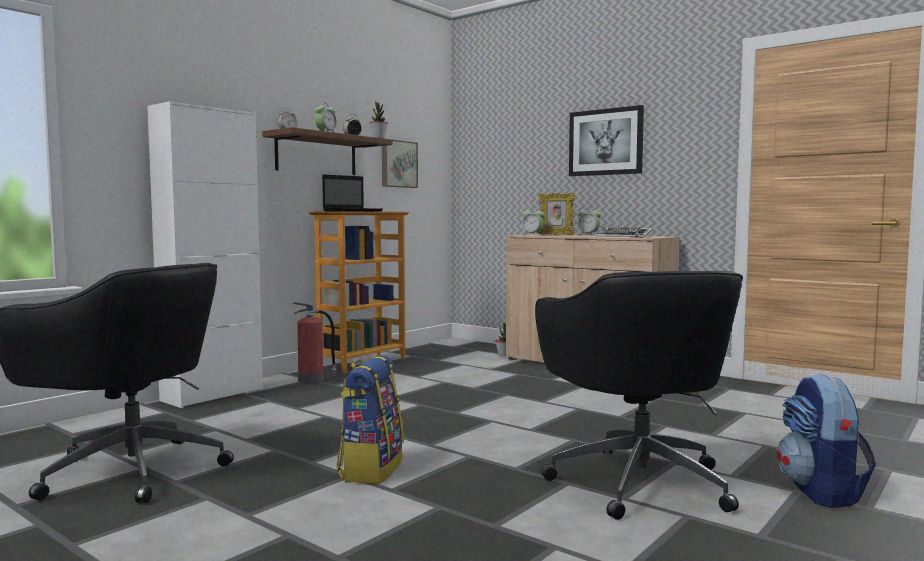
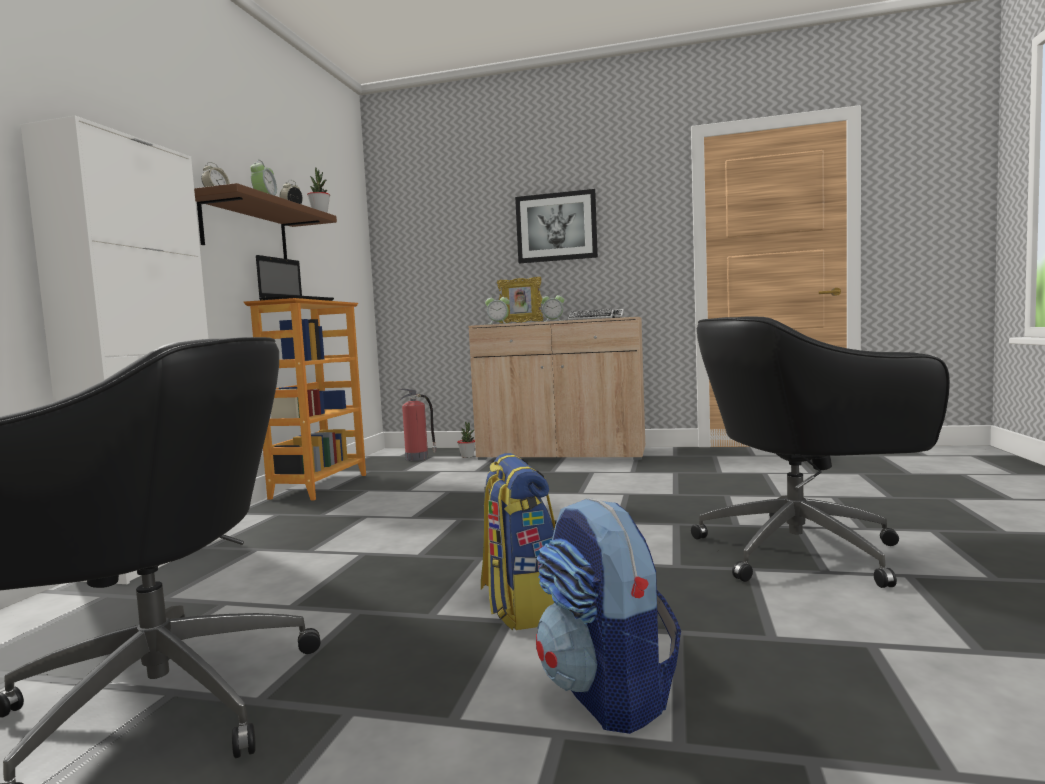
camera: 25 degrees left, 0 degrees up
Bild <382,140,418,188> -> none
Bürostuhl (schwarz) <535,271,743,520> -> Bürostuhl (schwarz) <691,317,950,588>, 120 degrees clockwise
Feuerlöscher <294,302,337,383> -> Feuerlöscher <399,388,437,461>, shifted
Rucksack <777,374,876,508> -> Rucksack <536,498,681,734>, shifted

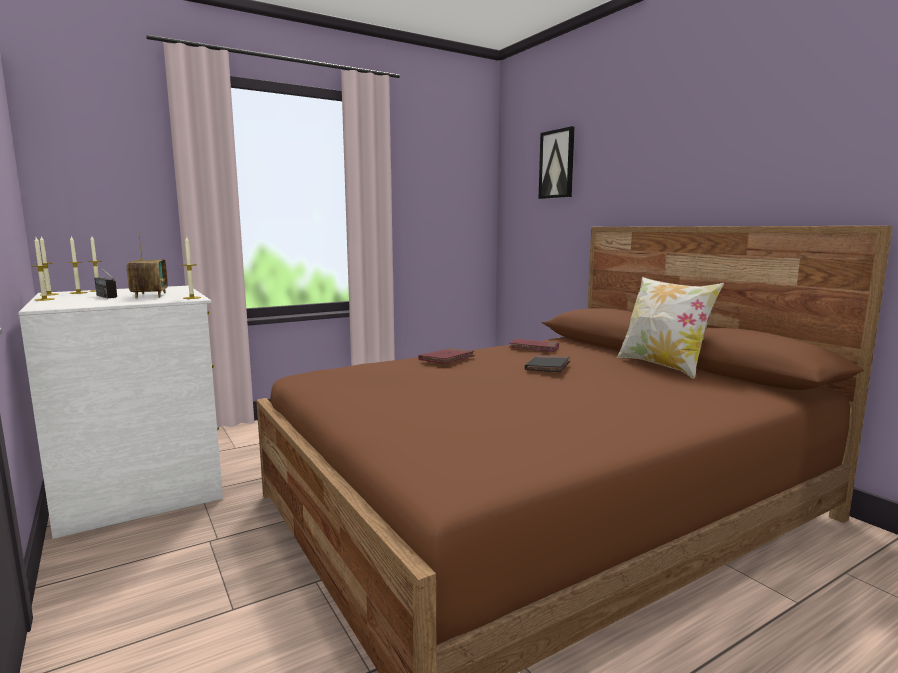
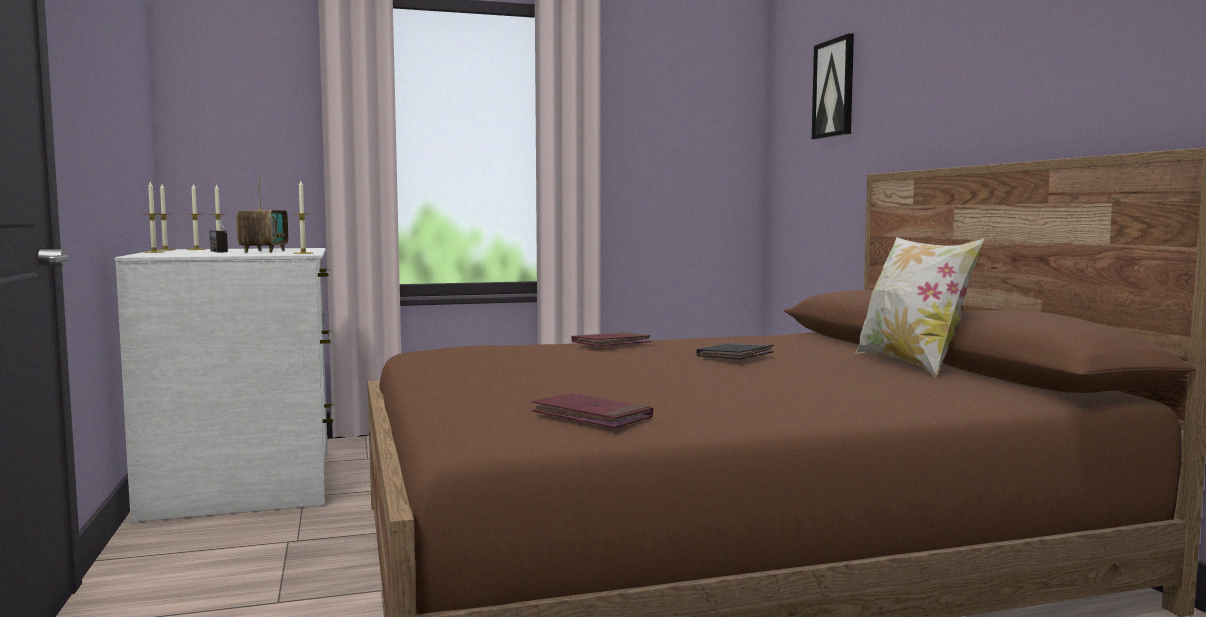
camera: 15 degrees right, 5 degrees down
Buch (rot) <509,339,559,352> -> Buch (rot) <532,393,653,428>, shifted

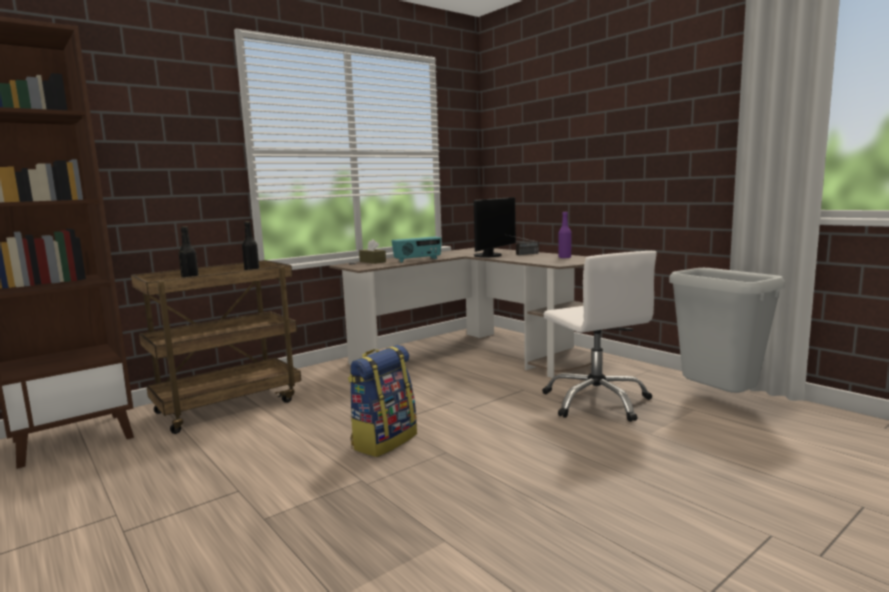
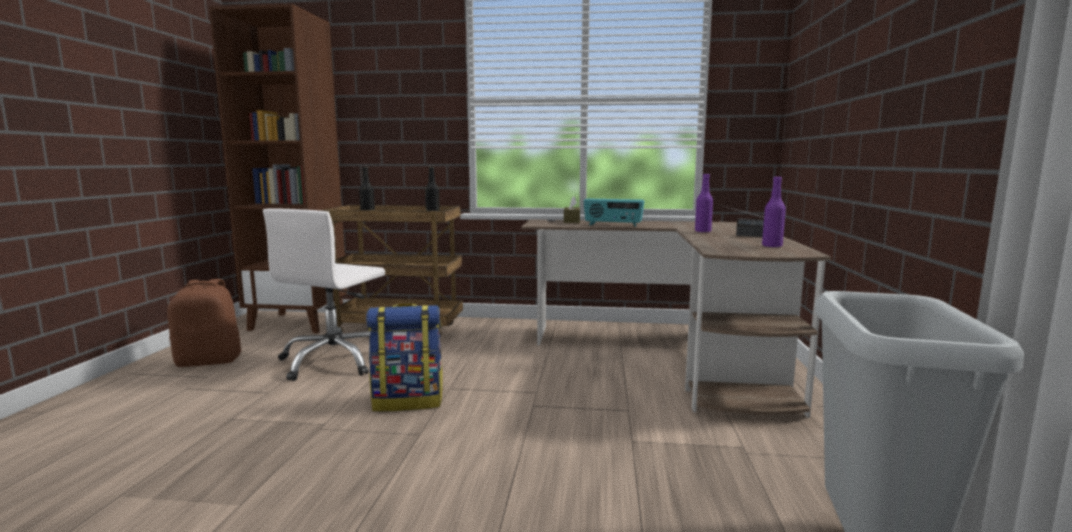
camera: 45 degrees right, 0 degrees up
Monitor <474,197,516,257> -> Flasche (lila) <695,174,713,232>
Bürostuhl (weiß) <542,251,657,422> -> Bürostuhl (weiß) <263,208,385,381>, shifted
none -> Rucksack (braun) <167,279,241,367>

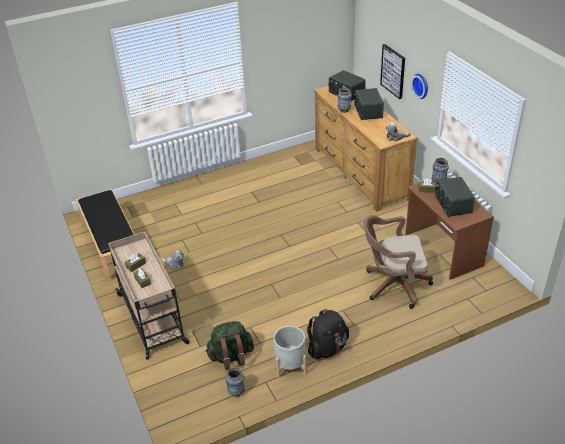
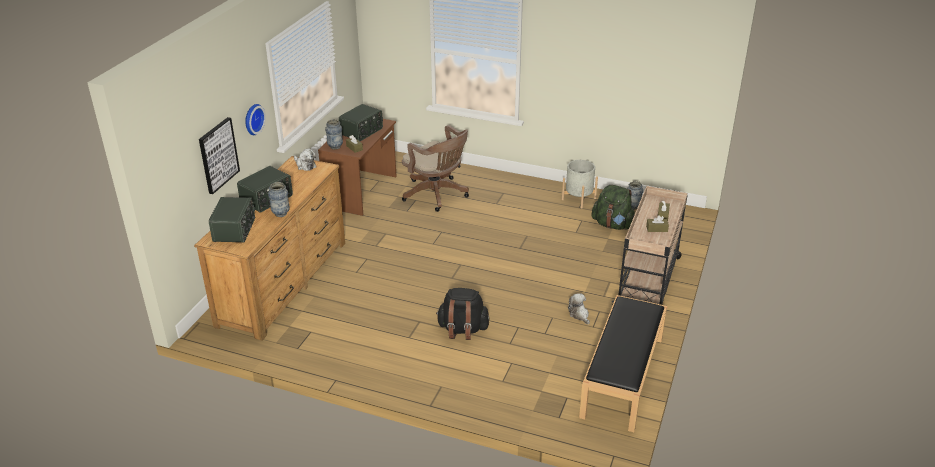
camera: 135 degrees left, 5 degrees down
Rucksack (schwarz) <307,309,349,360> -> Rucksack (schwarz) <436,288,490,340>, shifted

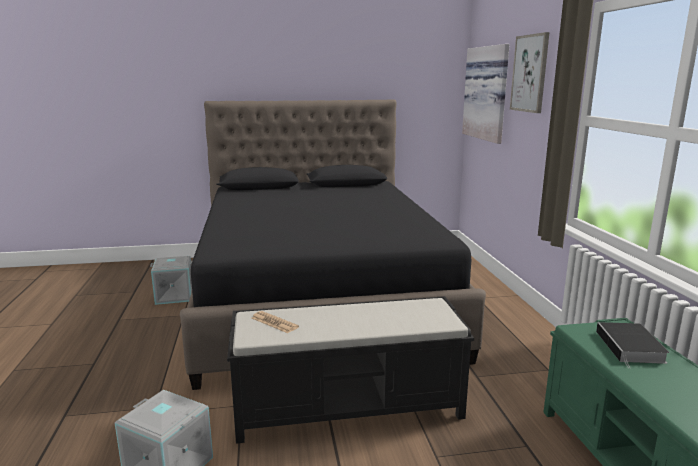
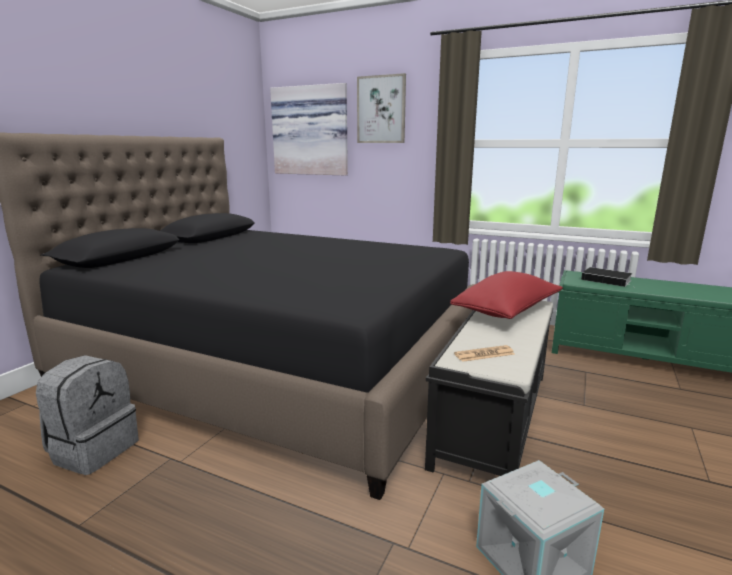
camera: 55 degrees left, 0 degrees up
Aufbewahrungsbox (grau) <150,256,192,305> -> Rucksack (grau) <36,355,139,475>
none -> Kissen (rot) <450,271,563,319>

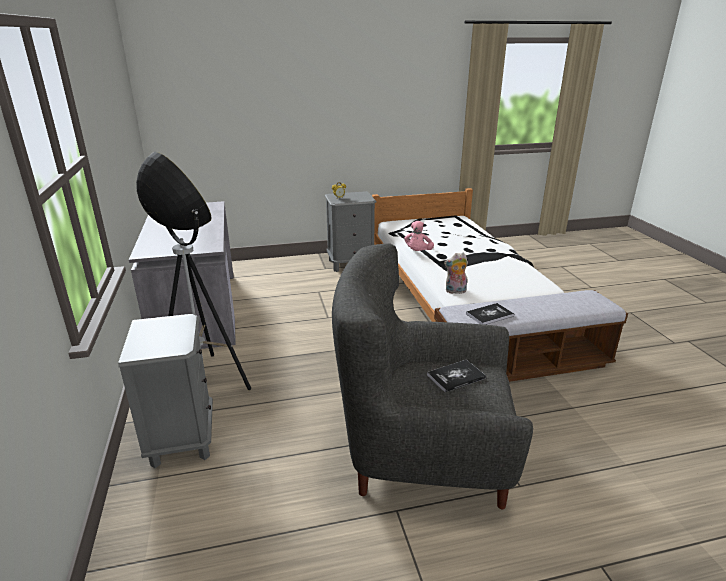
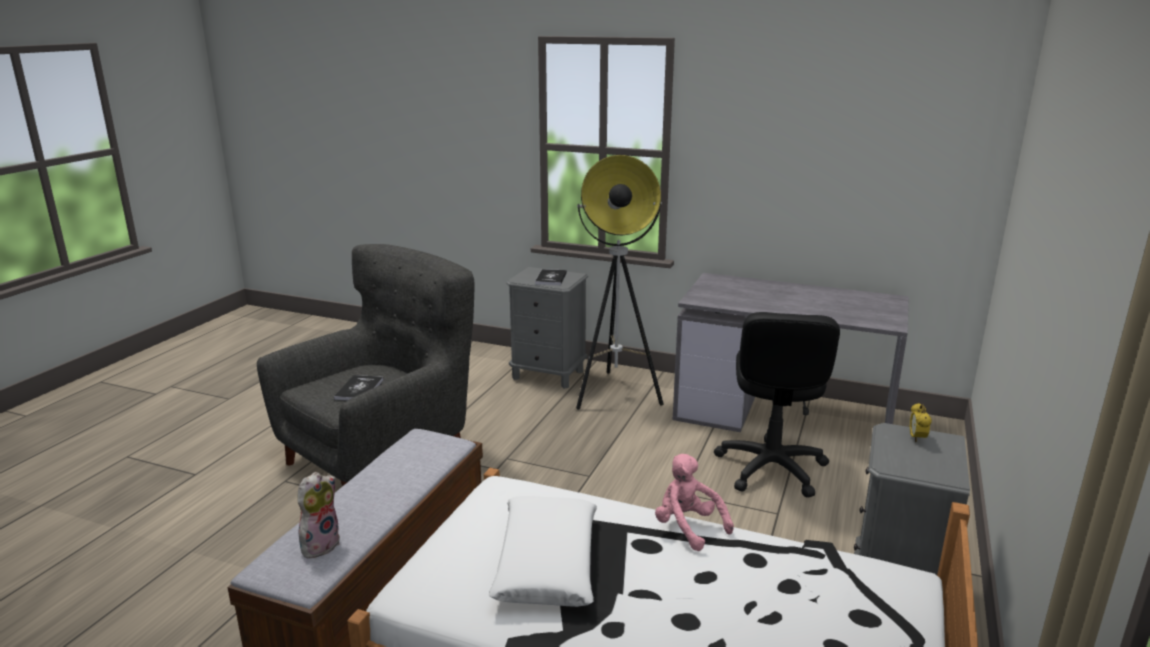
camera: 125 degrees right, 5 degrees down
Plüschtier <444,253,468,294> -> Plüschtier <297,472,340,559>, shifted
Buch <466,303,514,325> -> Buch <535,269,567,285>, shifted
none -> Bürostuhl (schwarz) <714,312,840,498>
none -> Kissen (weiß) <488,496,597,607>

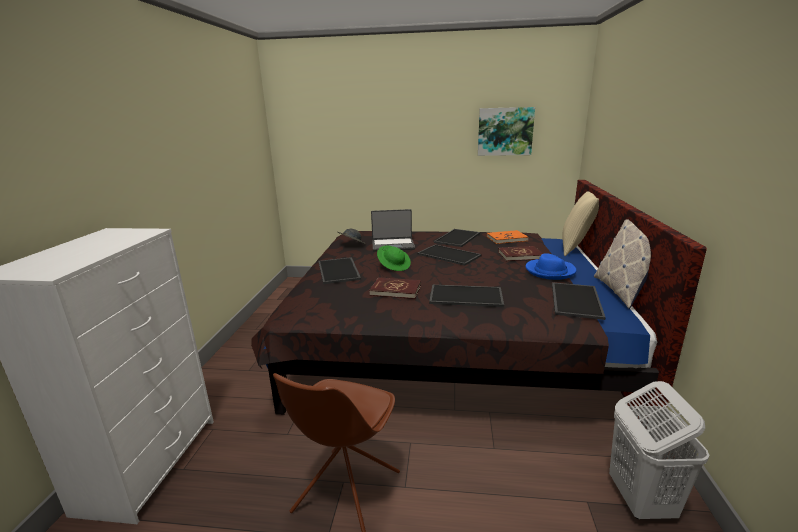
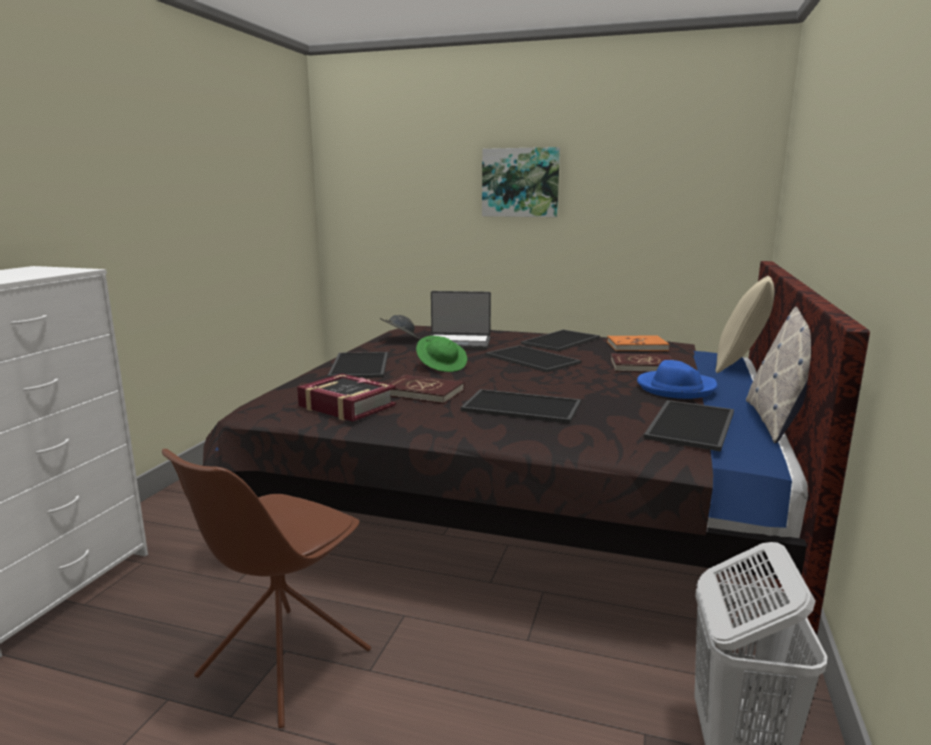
camera: 10 degrees right, 5 degrees down
Bild <478,107,535,156> -> Bild <482,147,560,217>, shifted
none -> Buch <297,374,396,421>

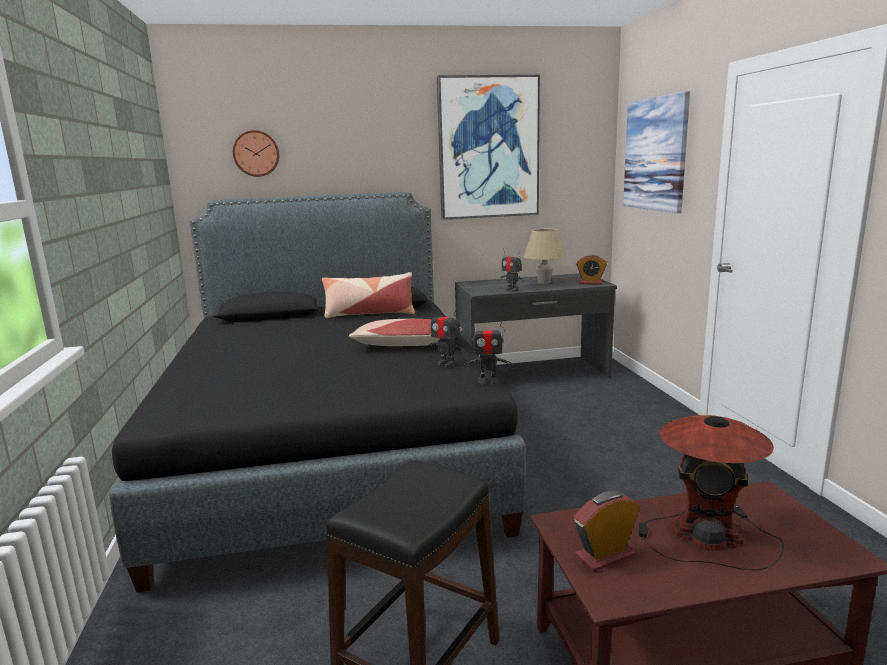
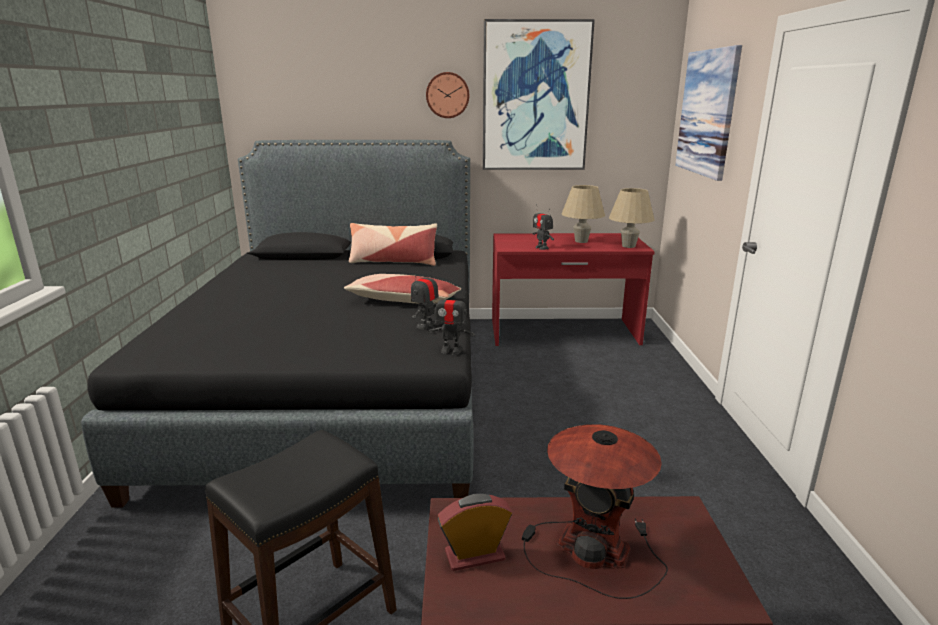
camera: 10 degrees right, 5 degrees up
Wanduhr <233,130,279,177> -> Wanduhr <426,72,469,118>, shifted
Wecker <576,254,607,285> -> Tischlampe (beige) <609,188,655,248>
Schreibtisch (grau) <455,273,617,378> -> Schreibtisch (rot) <492,233,655,346>
Spielzeugroboter <429,305,465,367> -> Spielzeugroboter <411,266,439,330>, 75 degrees clockwise

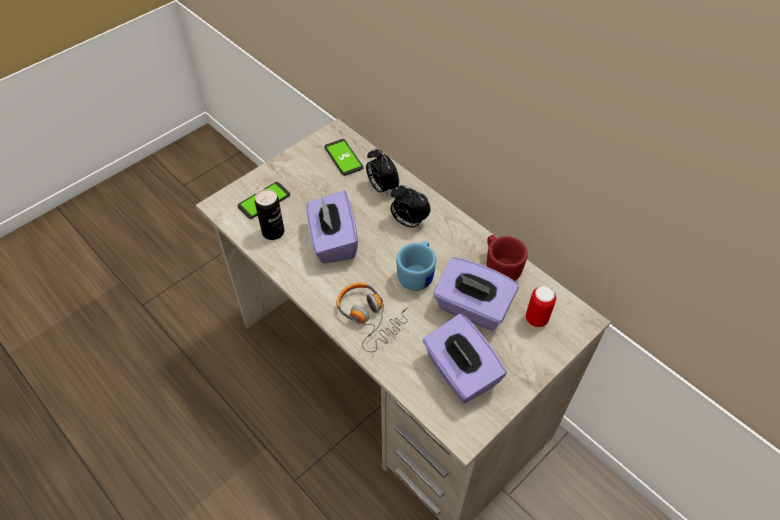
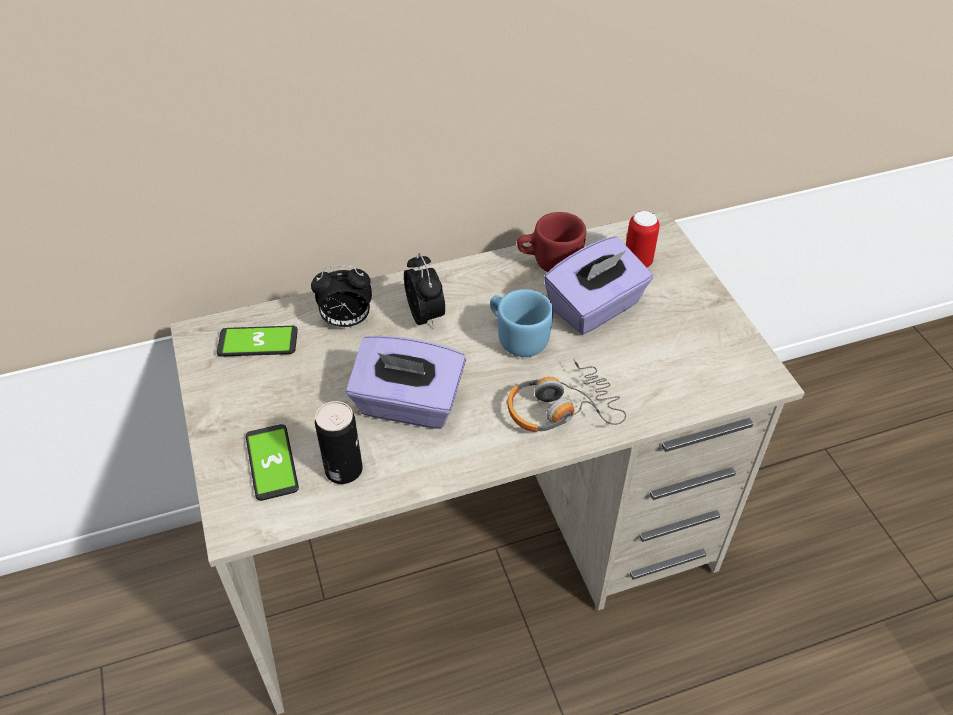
camera: 65 degrees left, 5 degrees down
Wecker <390,185,431,229> -> Wecker <404,253,445,329>, 75 degrees counterclockwise
Taschentuchbox (lila) <423,314,507,403> -> none

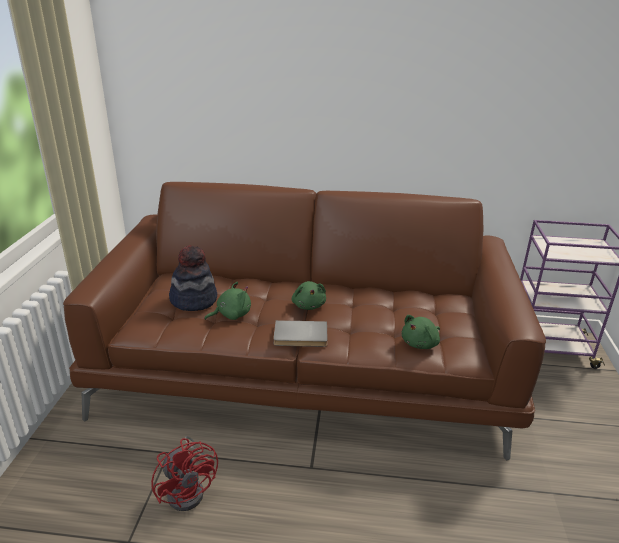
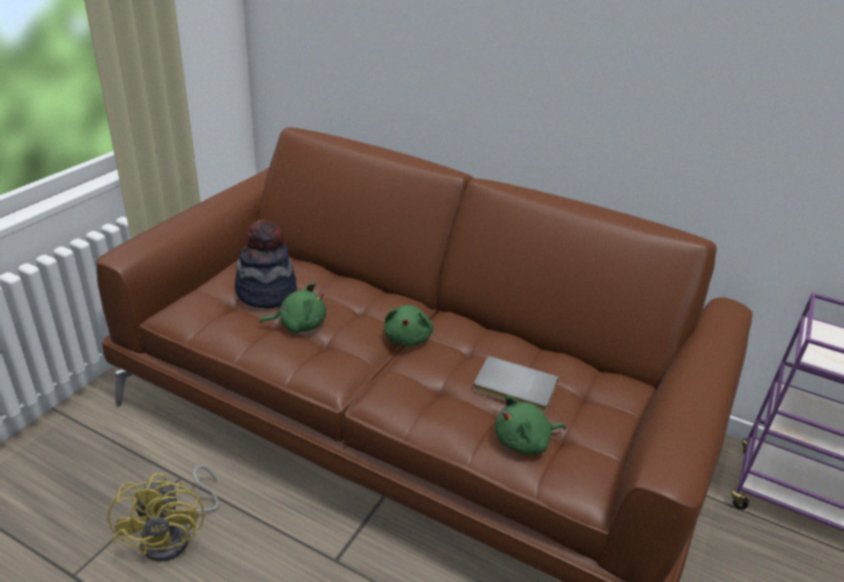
camera: 20 degrees right, 5 degrees up
Buch (grau) <273,320,328,347> -> Buch (grau) <473,356,559,413>, shifted
Ventilator (rot) <151,436,218,511> -> Ventilator (gelb) <108,465,219,562>

